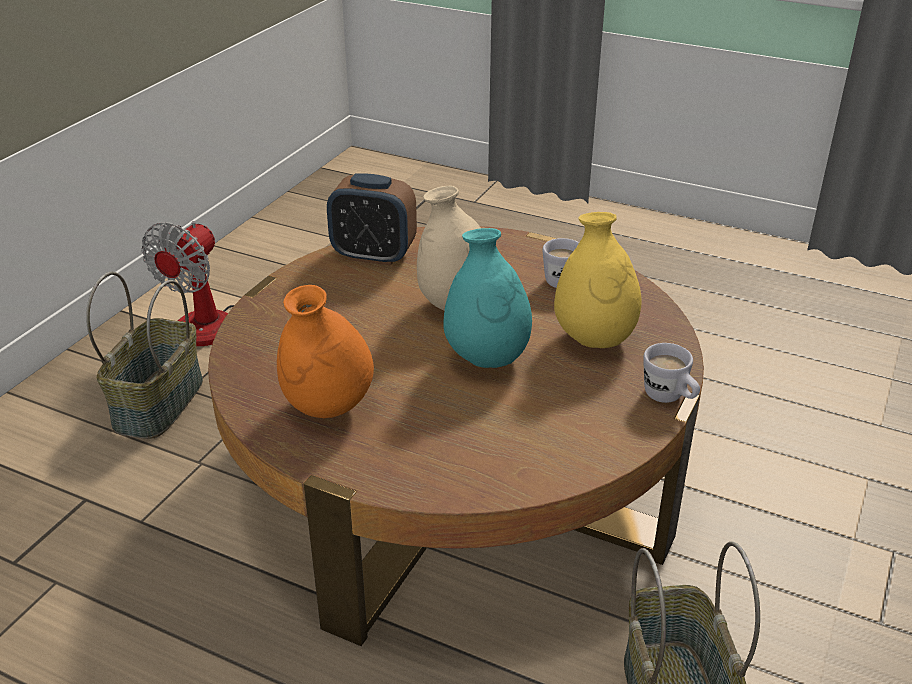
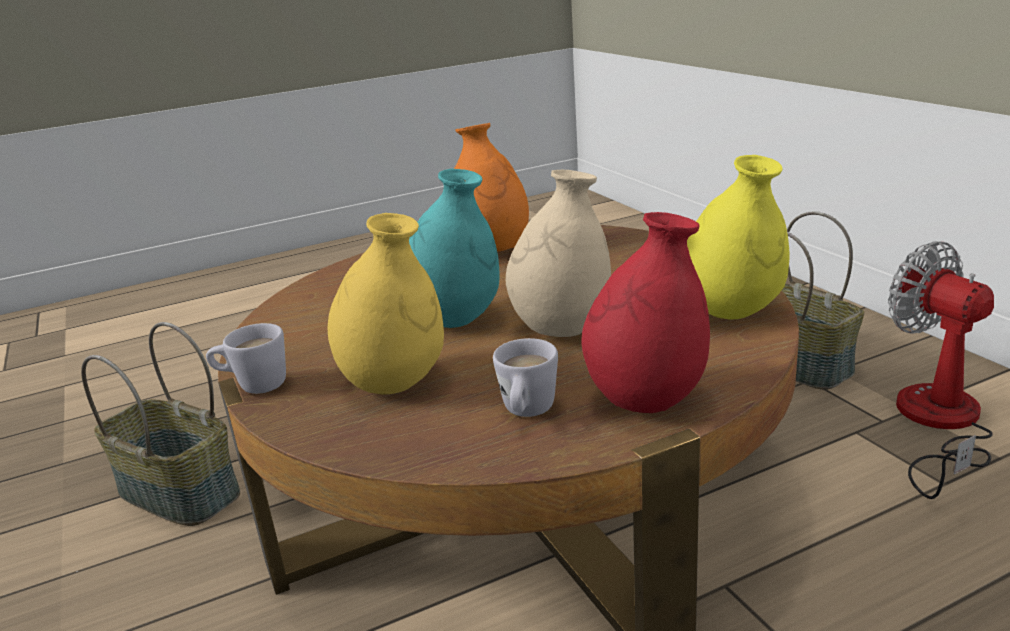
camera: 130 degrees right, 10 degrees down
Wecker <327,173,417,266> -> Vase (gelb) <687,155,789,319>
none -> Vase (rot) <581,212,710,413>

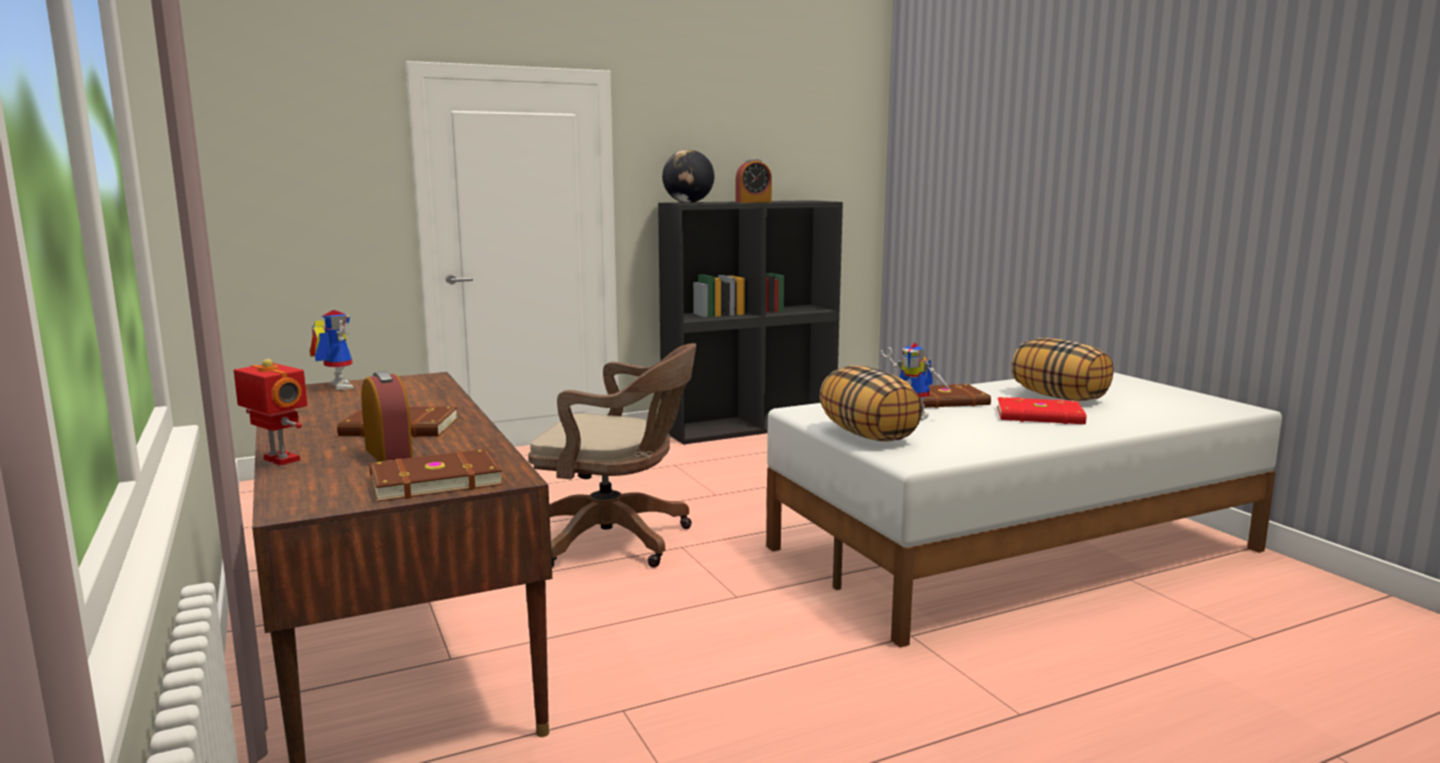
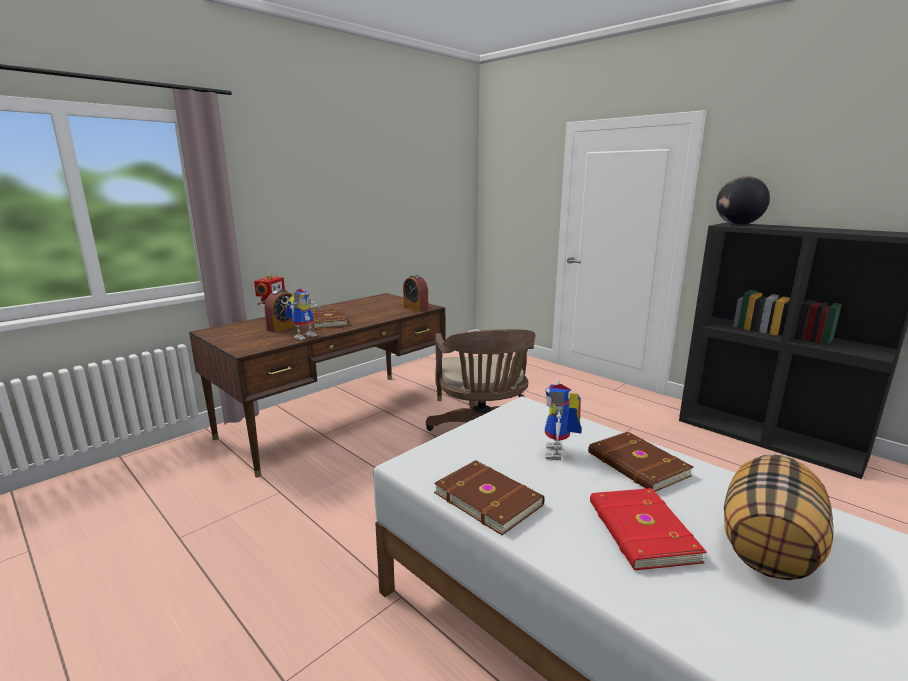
camera: 70 degrees right, 5 degrees up
Wecker <736,159,772,203> -> Wecker <403,275,428,312>, shifted
Spielzeugroboter <309,310,354,390> -> Spielzeugroboter <281,289,325,340>, shifted
Kissen <819,365,923,442> -> none
Buch (braun) <369,449,503,502> -> Buch (braun) <434,460,545,535>, shifted

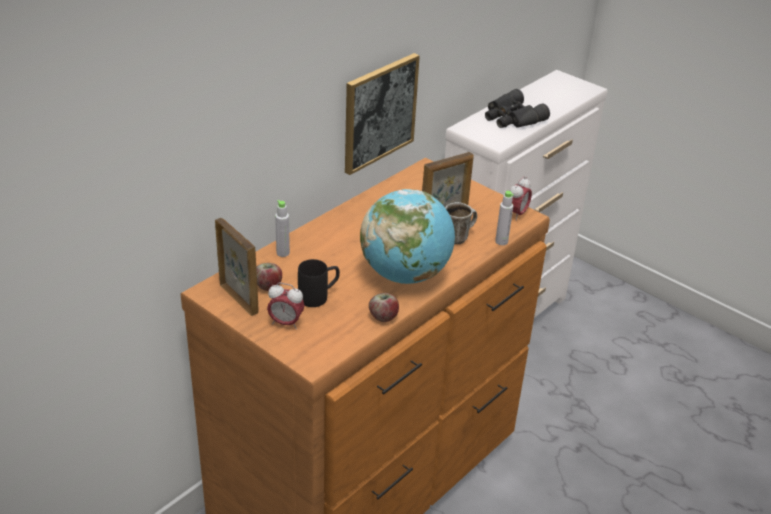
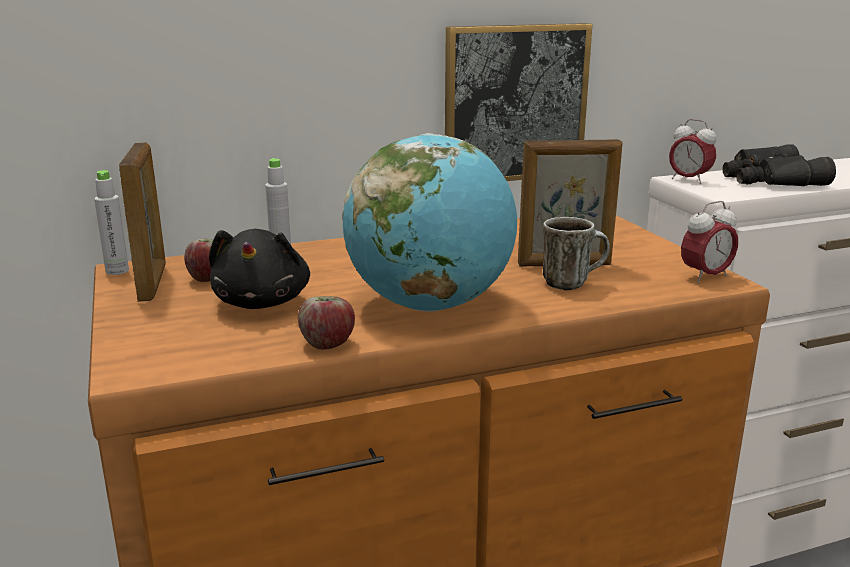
camera: 30 degrees right, 15 degrees down
Flasche (grau) <495,191,514,245> -> Flasche (grau) <94,170,129,275>, shifted
Henkelbecher (schwarz) <298,259,340,307> -> Plüschtier (schwarz) <209,229,310,309>
Wecker <267,283,304,329> -> Wecker <669,119,716,184>, shifted

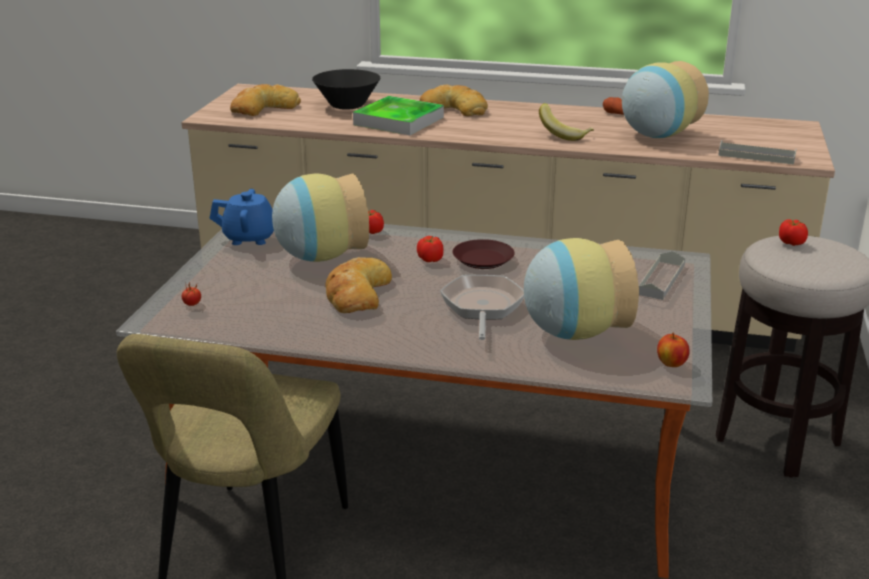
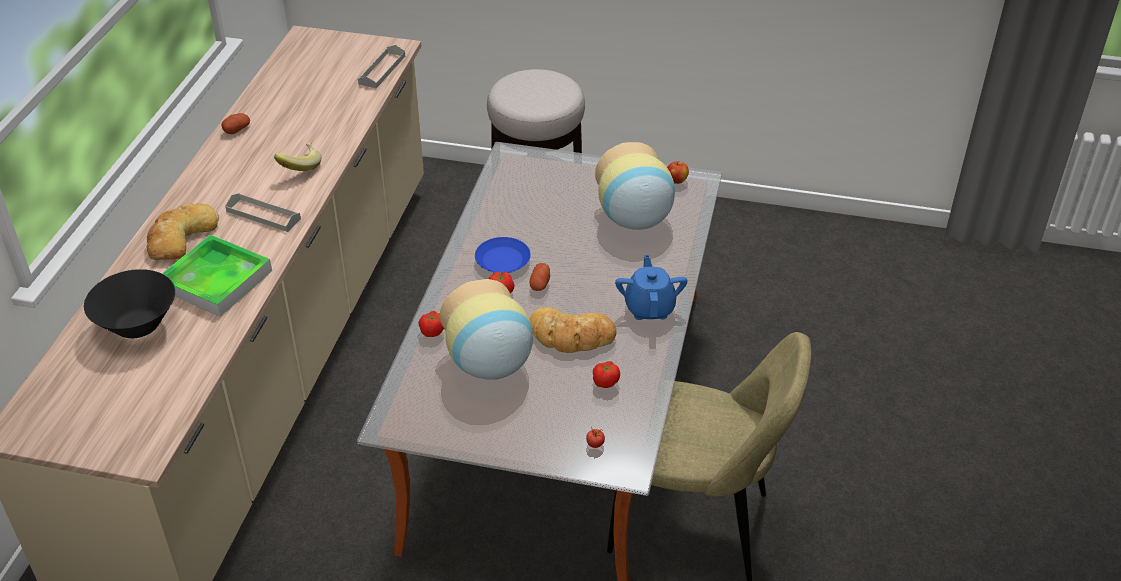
camera: 90 degrees left, 15 degrees up
Vase <622,61,709,138> -> none
Brot <230,84,301,116> -> none
Teekanne (blau) <209,189,274,245> -> Teekanne (blau) <615,255,688,320>, shifted
Tomate <779,219,808,246> -> Tomate <593,361,620,388>, shifted
Teller (braun) <452,239,515,269> -> Teller (blau) <475,237,531,273>
Tablett (grau) <639,251,685,300> -> Tablett (grau) <225,193,301,232>, shifted
Pfanne <440,275,524,340> -> none
none -> Kartoffel <530,263,550,291>

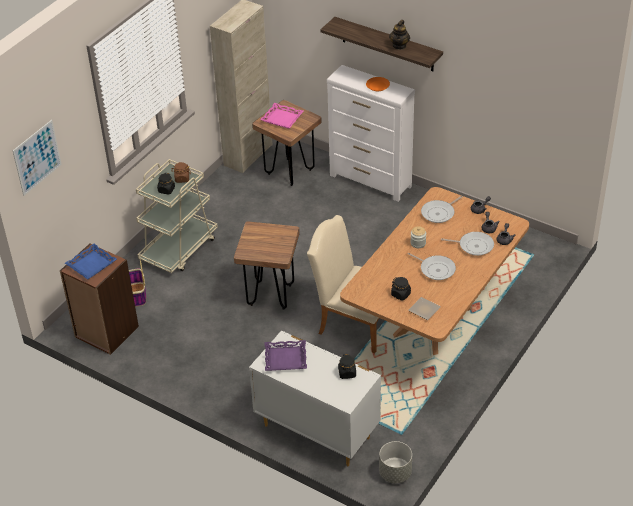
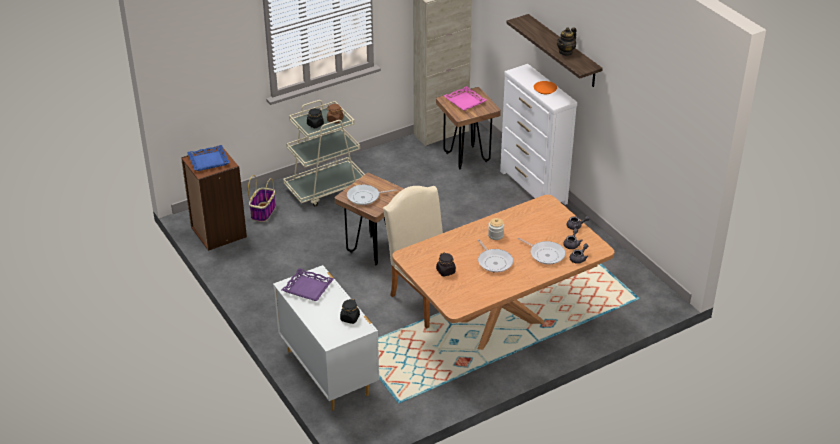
camera: 25 degrees right, 5 degrees down
Bild <13,120,62,196> -> none
Pfanne <421,196,463,223> -> Pfanne <347,185,397,205>, shifted
Teller <408,297,441,320> -> none
Pflanzkübel (grau) <379,441,412,483> -> none

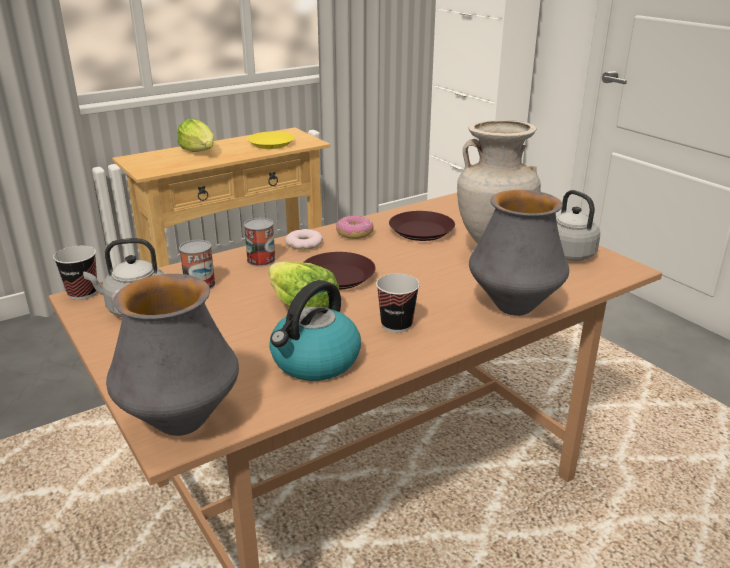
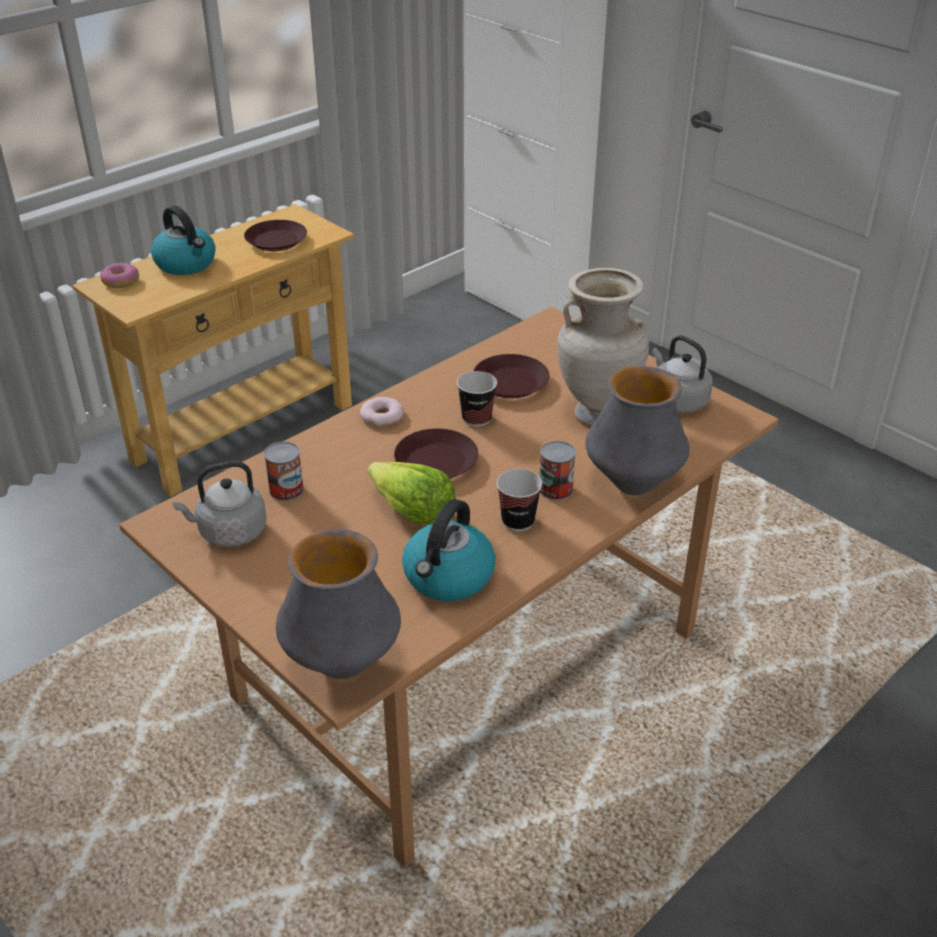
camera: 10 degrees left, 10 degrees up
Salatkopf <177,119,215,152> -> Wasserkessel <151,206,216,275>
Teller (gelb) <247,131,295,149> -> Teller (braun) <244,220,307,251>
Donut <336,215,373,239> -> Donut <100,263,139,288>, shifted
Dose <244,218,276,267> -> Dose <540,441,576,500>, shifted
Tasse <53,246,97,300> -> Tasse <457,371,497,427>, shifted

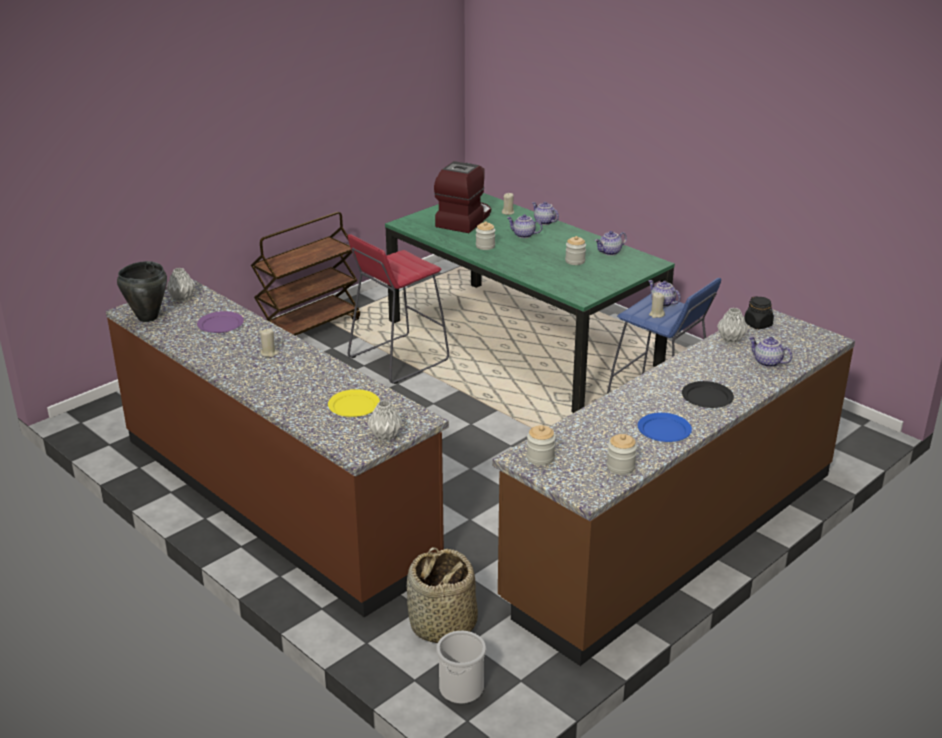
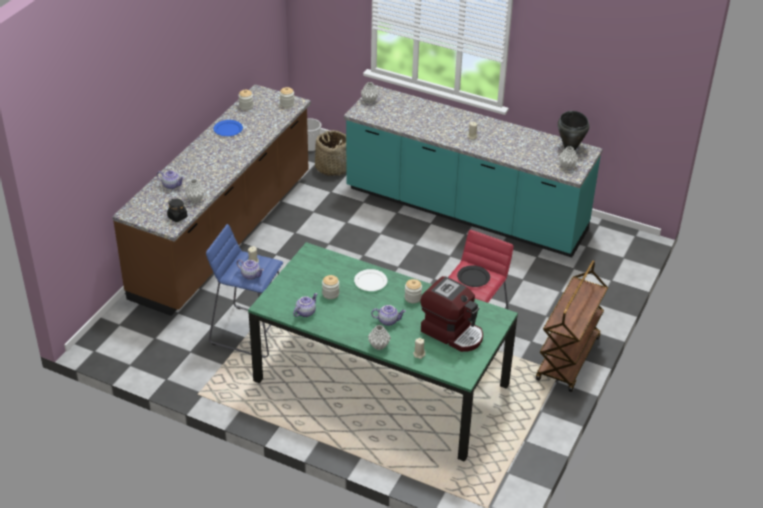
camera: 160 degrees right, 10 degrees up
Kaffeemaschine <434,161,491,233> -> Kaffeemaschine <420,276,483,352>, 60 degrees counterclockwise
Teekanne <532,202,559,225> -> Vase (grau) <368,325,391,350>
Küchenzeile (braun) <106,280,449,618> -> Küchenzeile (türkis) <344,85,603,258>
Teller (lila) <197,311,244,333> -> none
Teller (schwarz) <682,381,734,408> -> Teller (schwarz) <457,265,490,287>, shifted
Teller (gelb) <328,389,380,417> -> none
none -> Teller (weiß) <354,269,388,291>

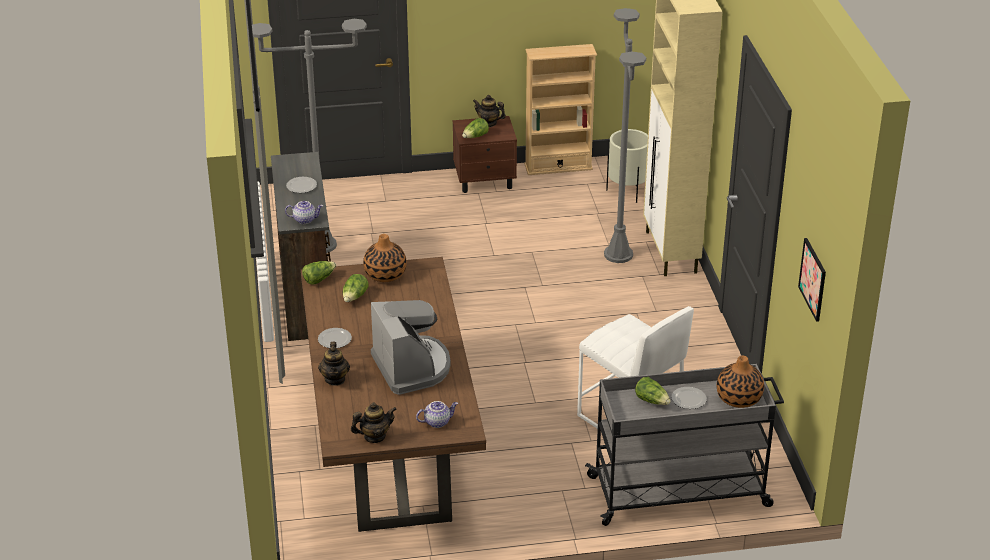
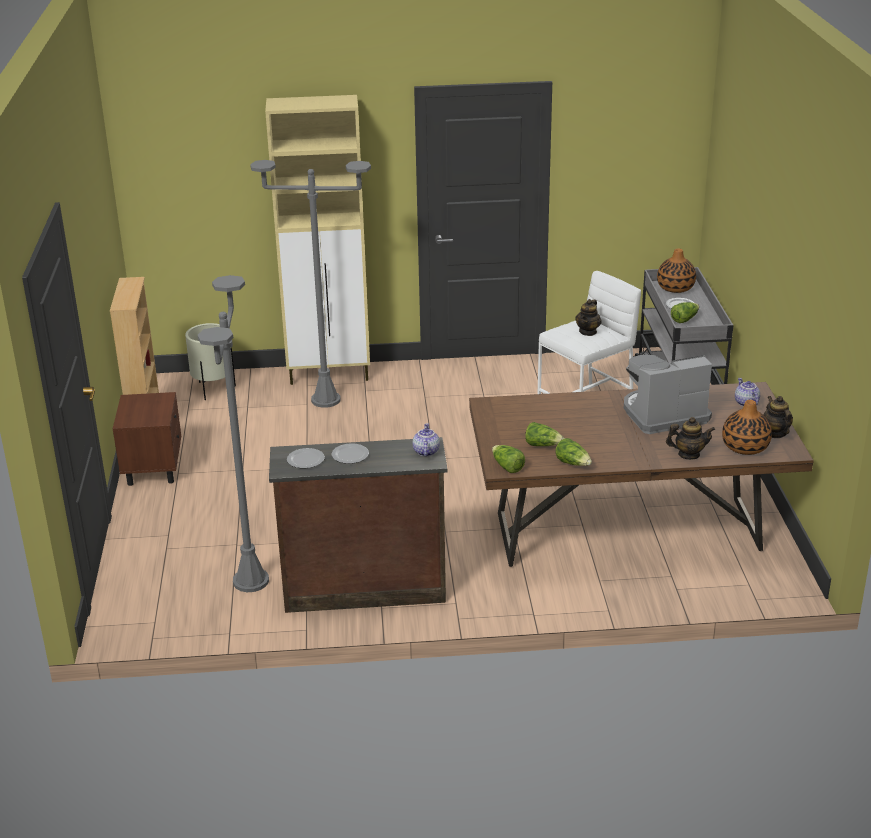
camera: 85 degrees left, 5 degrees down
Teekanne <473,95,506,127> -> Teekanne <575,299,601,336>, shifted
Salatkopf <462,118,489,138> -> Salatkopf <555,438,592,466>, shifted
Vase <363,234,407,282> -> Vase <722,400,772,455>, shifted
Bild <798,238,826,322> -> none
Teller <318,328,352,348> -> Teller <287,448,325,468>, shifted

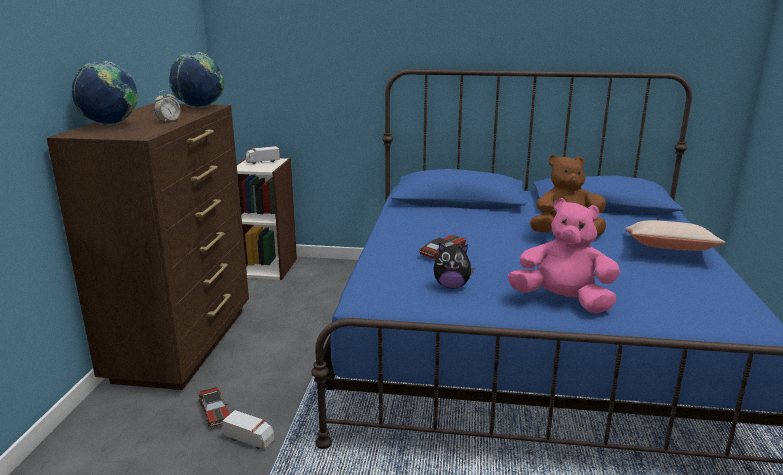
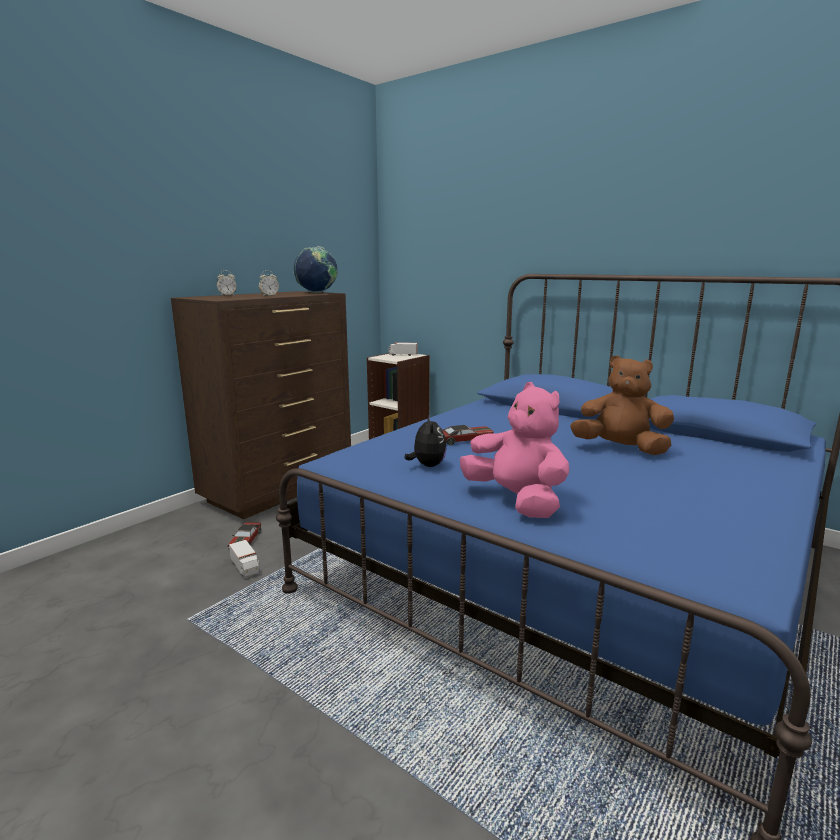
camera: 30 degrees right, 5 degrees down
Globus <72,61,138,125> -> Wecker <217,271,236,296>
Kissen (beige) <625,220,726,251> -> none
Plüschtier <433,243,474,289> -> Plüschtier <405,414,446,467>, 135 degrees counterclockwise

